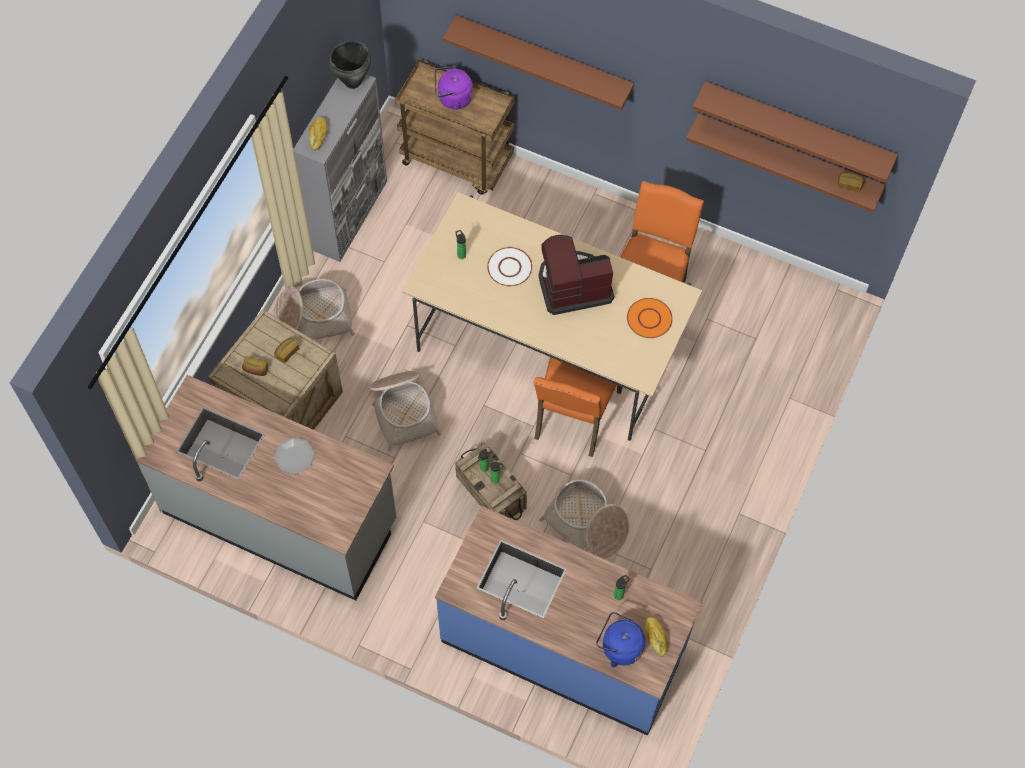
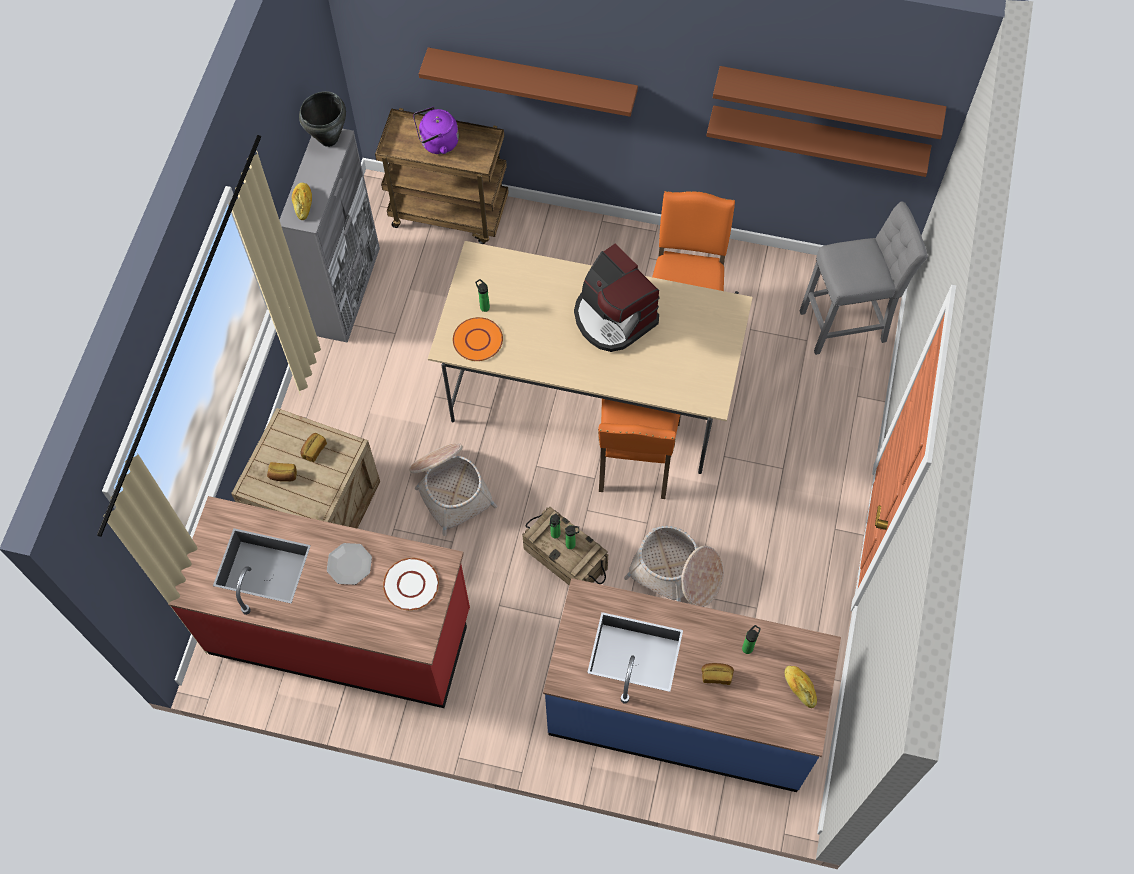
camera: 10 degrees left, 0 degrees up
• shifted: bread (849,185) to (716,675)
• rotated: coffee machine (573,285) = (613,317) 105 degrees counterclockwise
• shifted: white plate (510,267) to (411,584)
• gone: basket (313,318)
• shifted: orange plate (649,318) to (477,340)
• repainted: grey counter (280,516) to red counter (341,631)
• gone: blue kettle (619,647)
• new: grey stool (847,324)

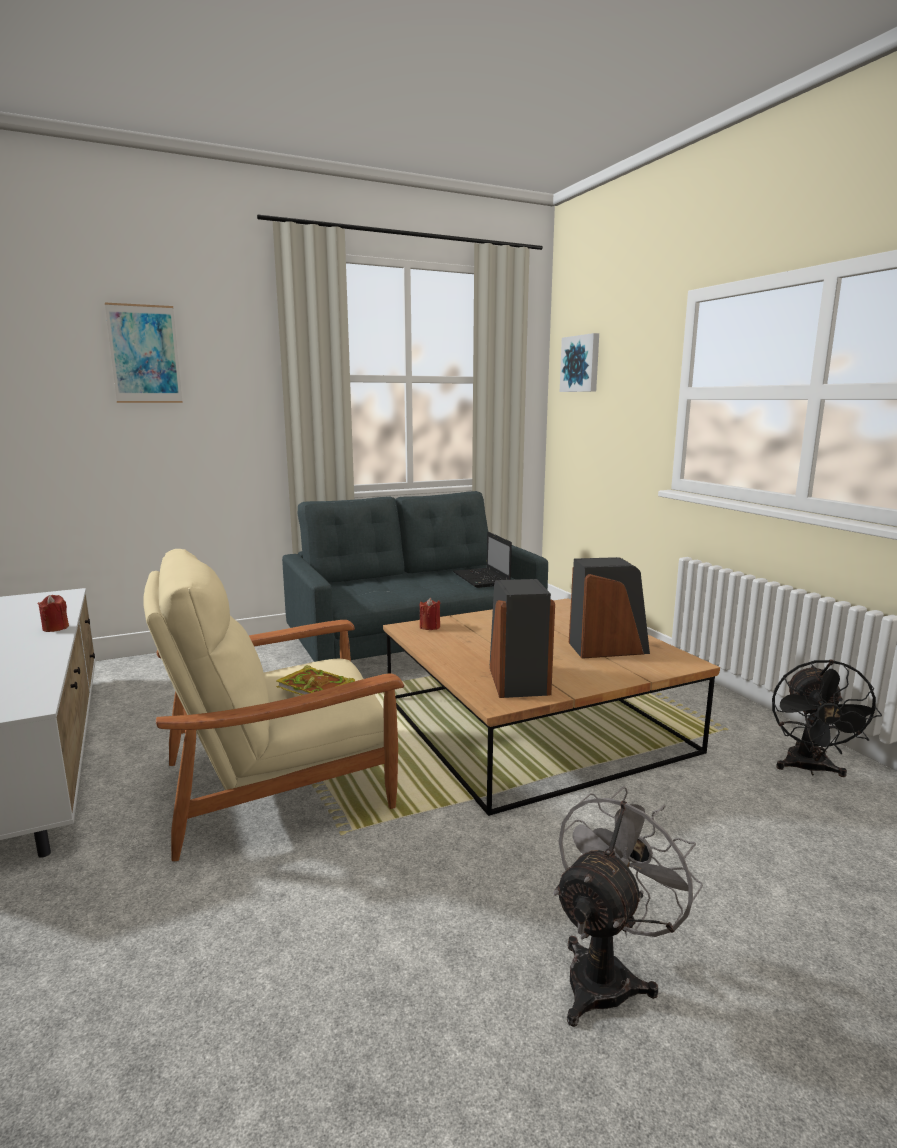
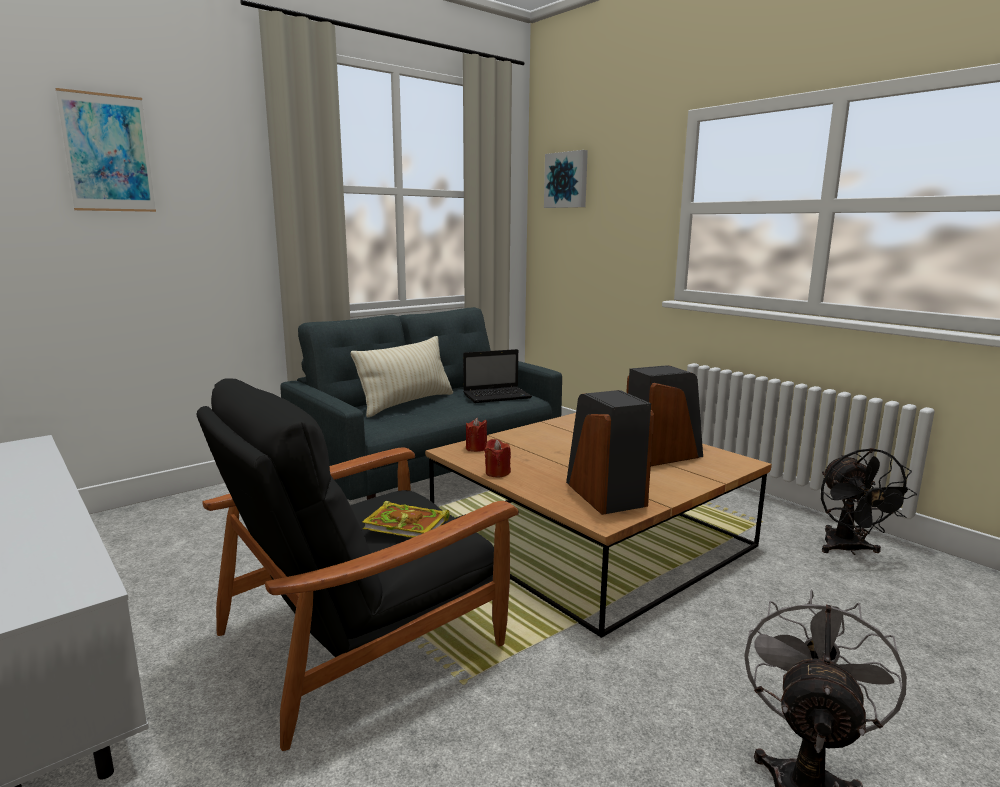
camera: 15 degrees left, 0 degrees up
• rotated: laptop (482,579) = (498,396) 75 degrees counterclockwise
• repainted: beige armchair (280,784) to black armchair (363,638)
• shifted: red candle (55,628) to (497,473)
• new: beige pillow (407,403)

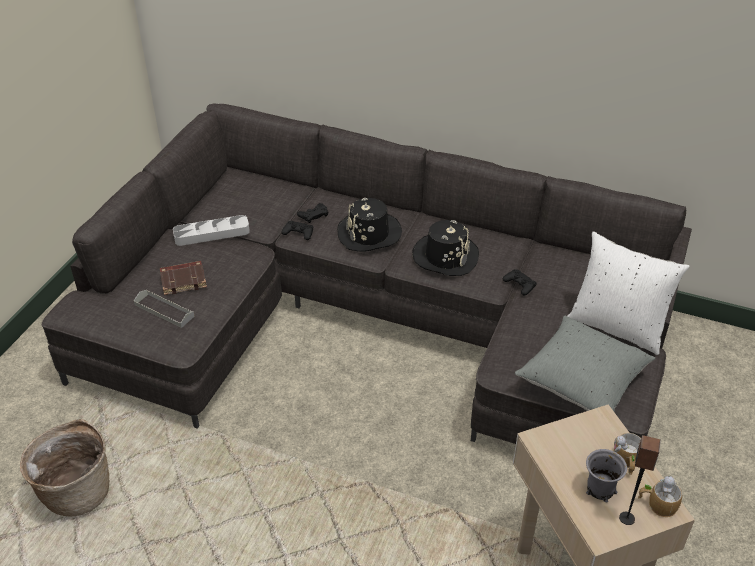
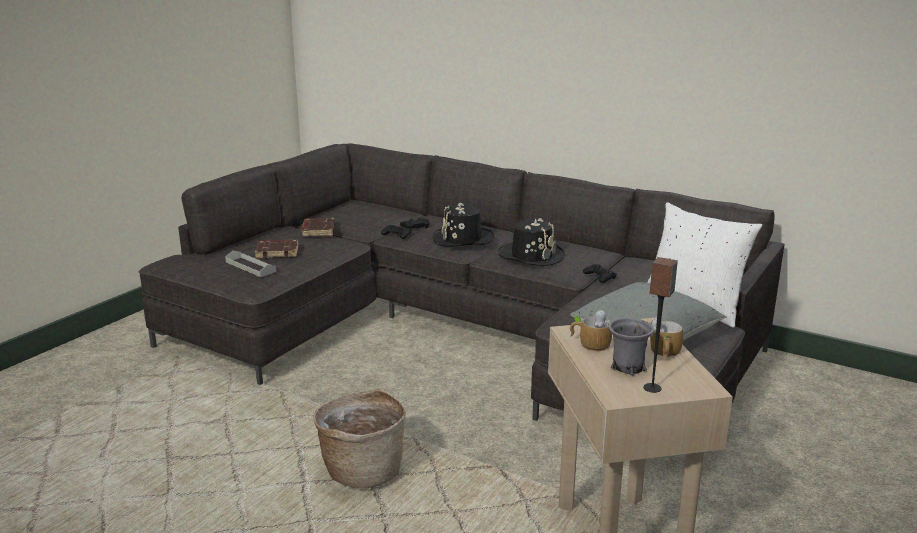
camera: 10 degrees right, 20 degrees down
• swapped: grey tray (212,234) to brown book (317,230)
• shifted: basket (76,490) to (363,470)
• shifted: mug (657,503) to (589,343)

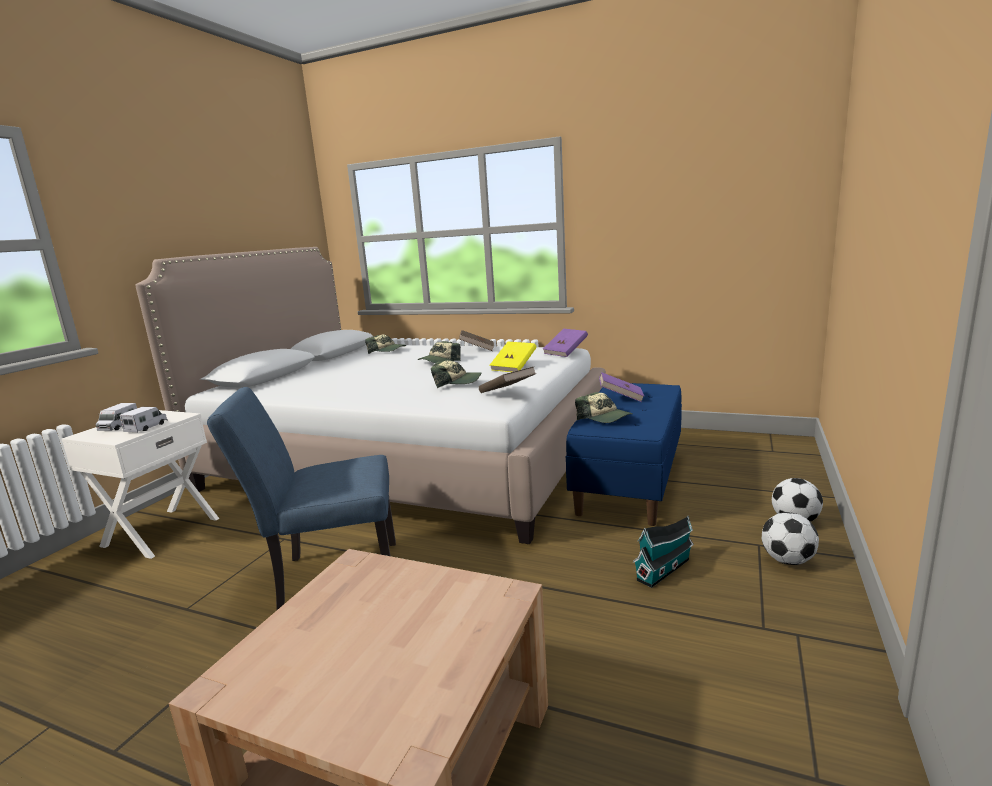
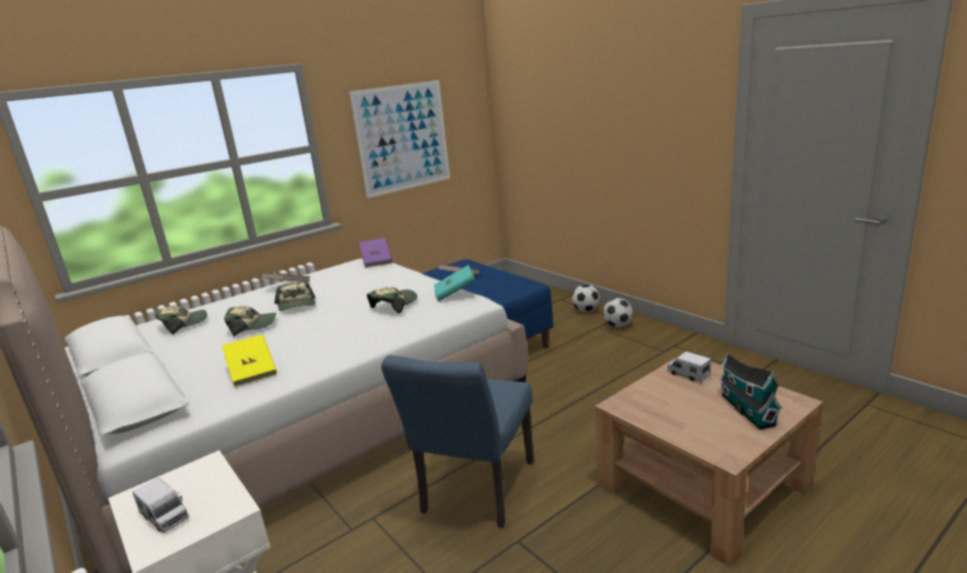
camera: 60 degrees left, 5 degrees up
• shifted: yellow book (514,367) to (252,372)
• repainted: brown book (507,393) to turquoise book (455,293)
• shifted: cap (604,418) to (252,326)
• shifted: toy truck (146,427) to (688,374)
• shifted: toy house (665,569) to (746,408)
• new: picture (403,138)

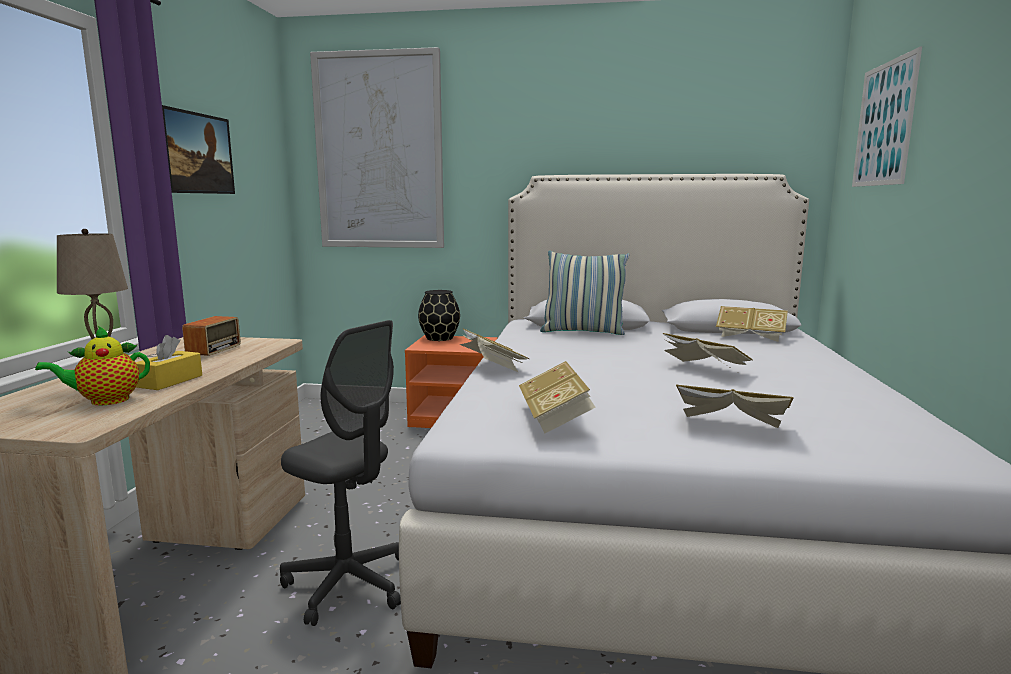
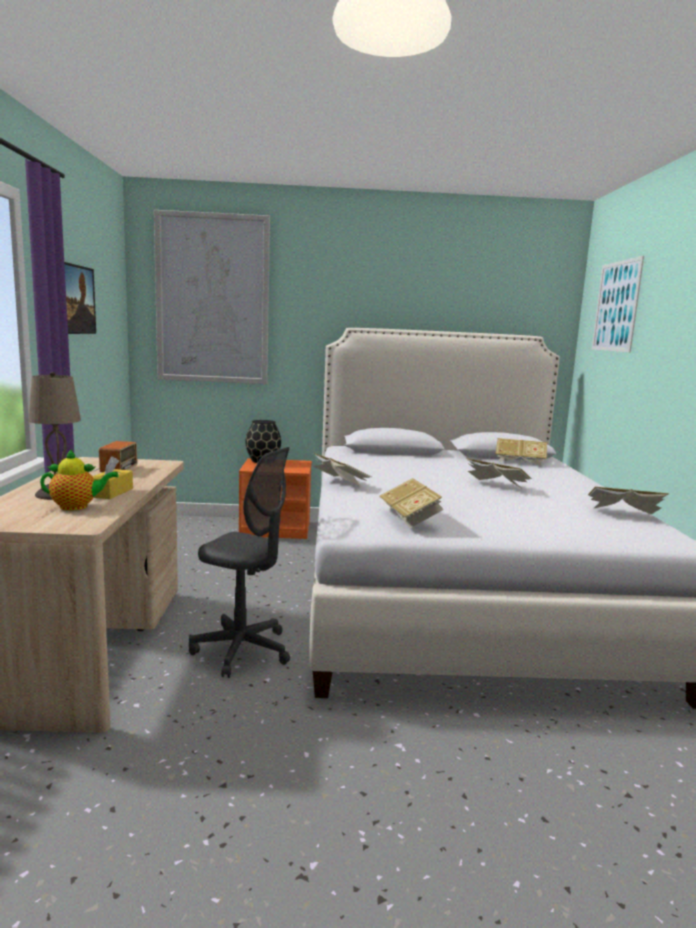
camera: 10 degrees left, 0 degrees up
• gone: pillow (583,332)
• rotated: teapot (105,401) = (77,507) 150 degrees counterclockwise
• shifted: book (730,428) to (624,514)

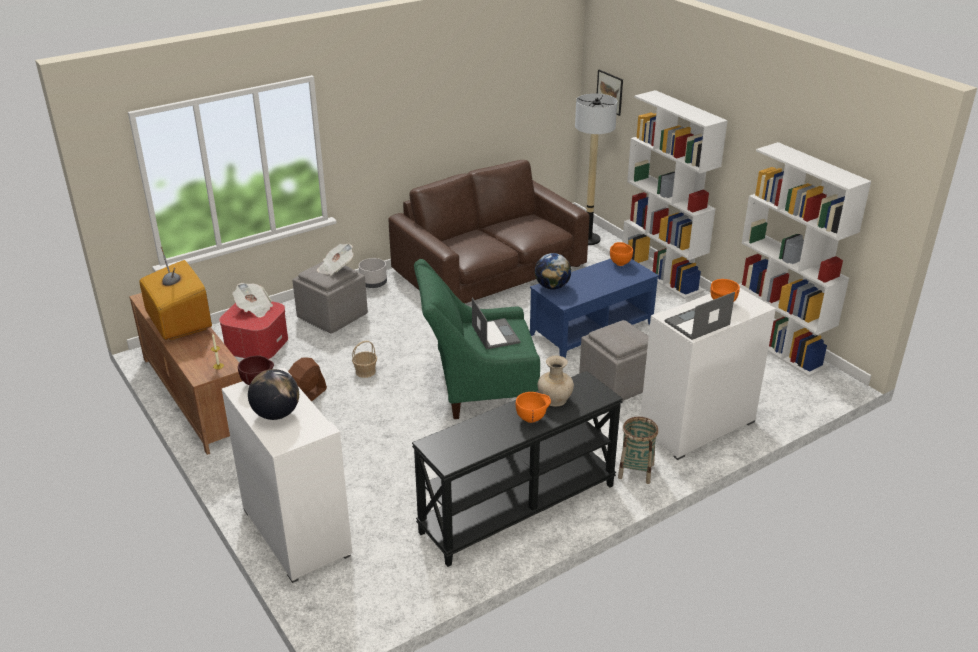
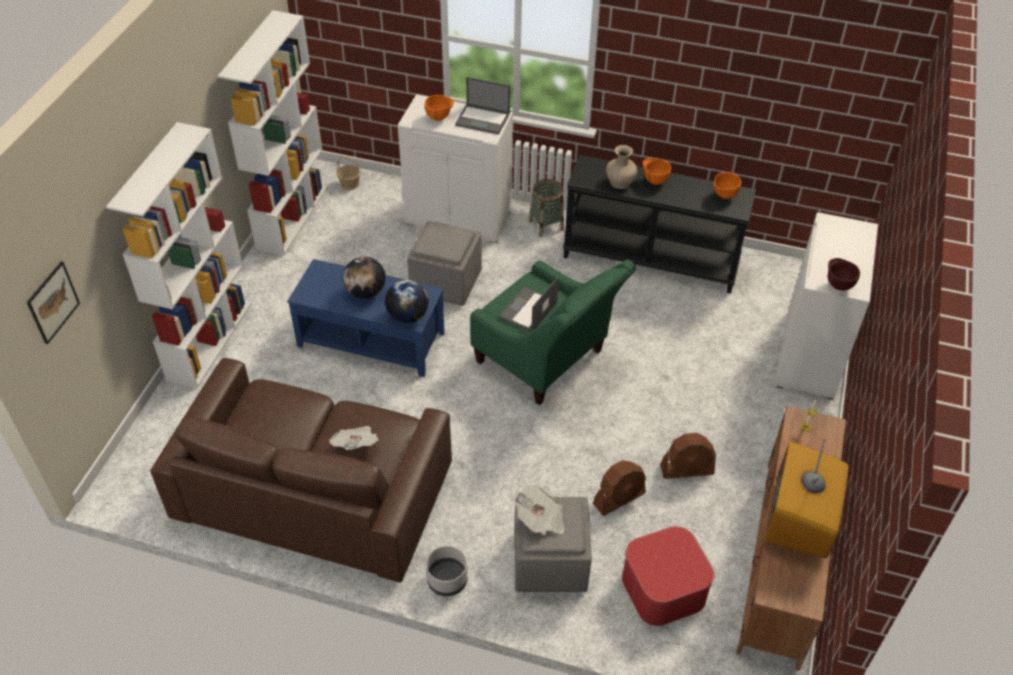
camera: 130 degrees left, 15 degrees up
• gone: floor lamp (588,239)
• shifted: orange bowl (620,263) to (723,196)
• shifted: newspaper (254,308) to (356,445)
• shifted: basket (365,372) to (349,184)
• shifted: globe (276,414) to (366,292)
• new: brown fan (619,498)

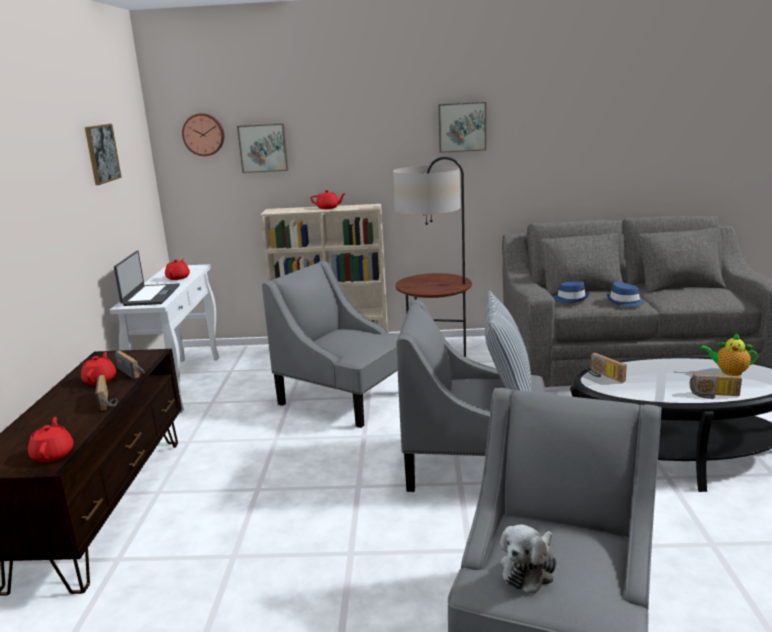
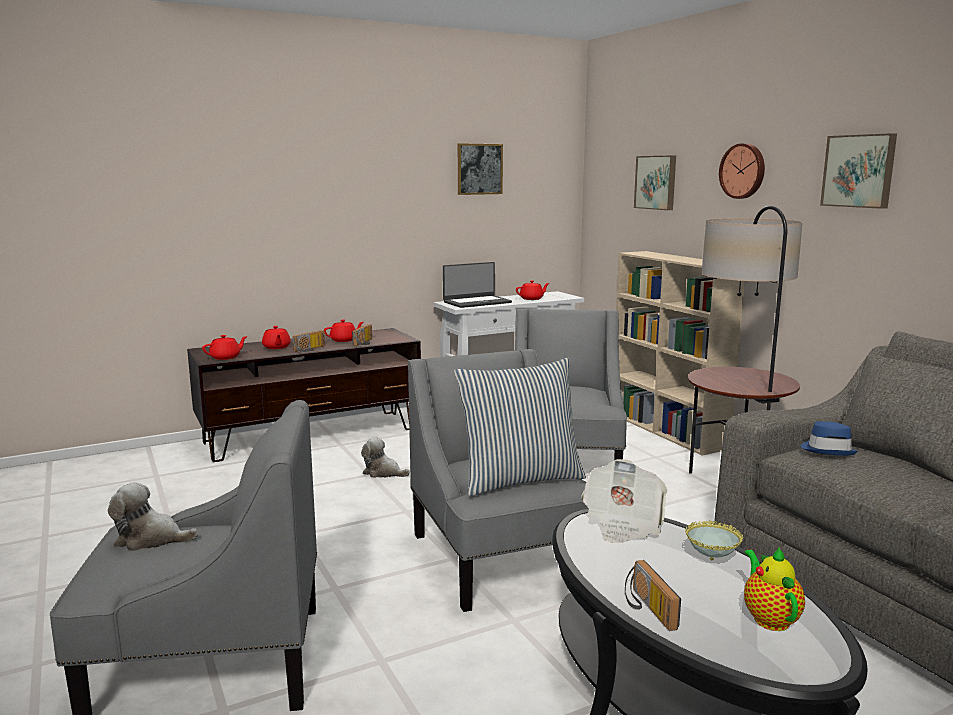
camera: 60 degrees right, 5 degrees down
• shifted: wall clock (203,134) to (743,171)
• shifted: red teapot (328,208) to (276,347)
• gone: blue hat (624,301)
• swapped: radio (603,376) to newspaper (623,523)
• new: plush toy (383,472)
• new: bowl (711,560)

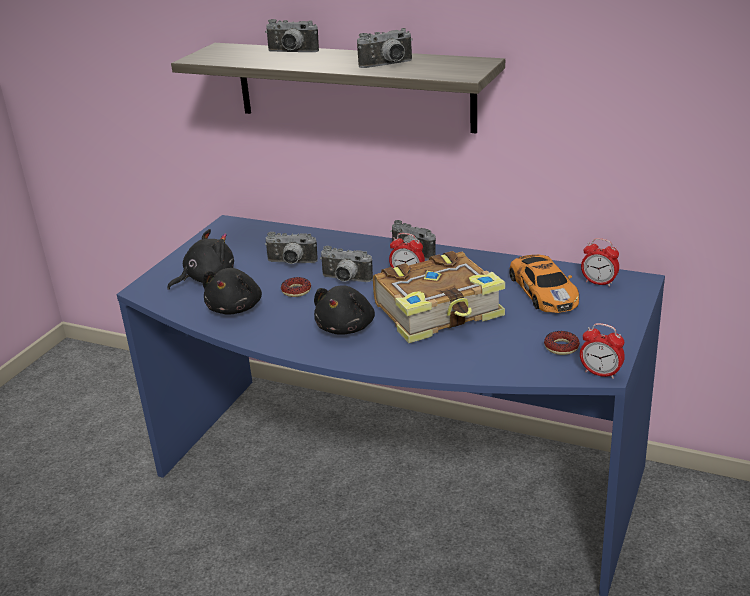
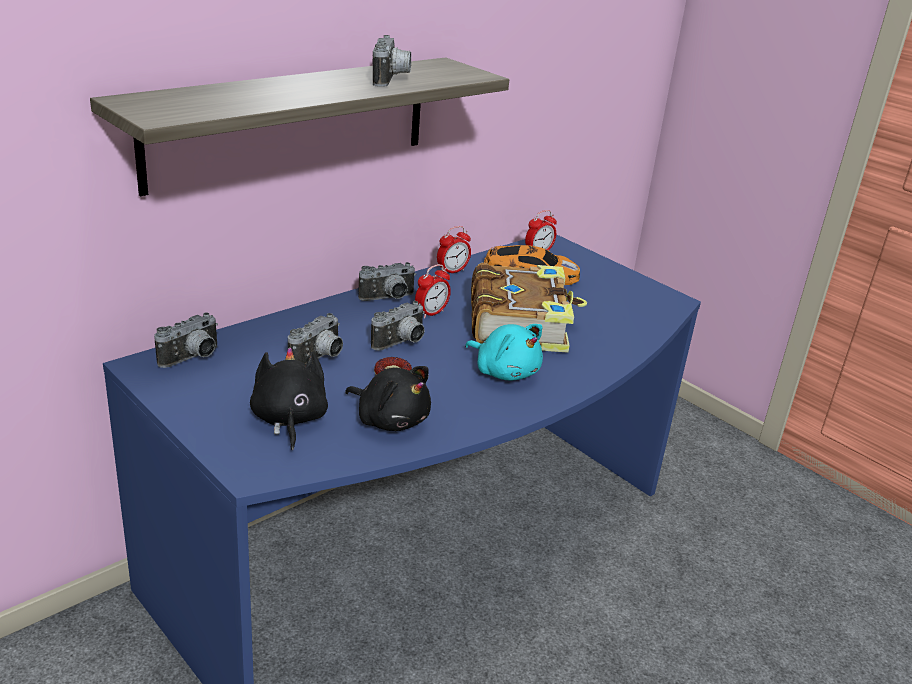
camera: 70 degrees left, 0 degrees up
• shifted: photo camera (291,53) to (193,358)
• repainted: black plush toy (347,327) to turquoise plush toy (504,372)
• shifted: alarm clock (600,373) to (452,271)
• gone: donut (561,347)

